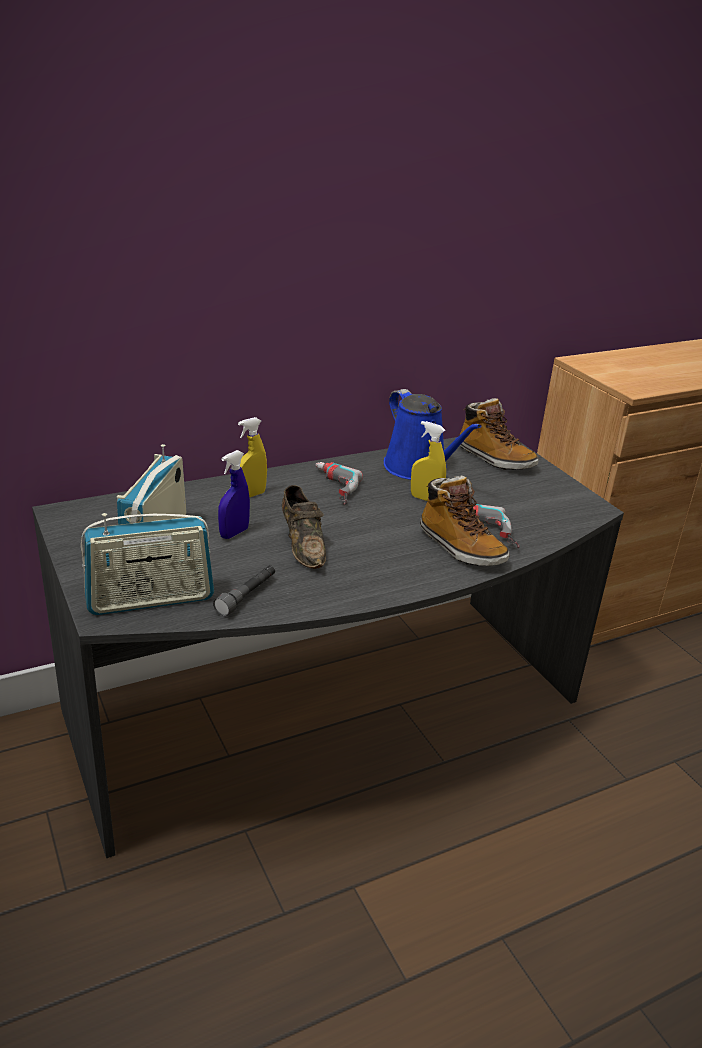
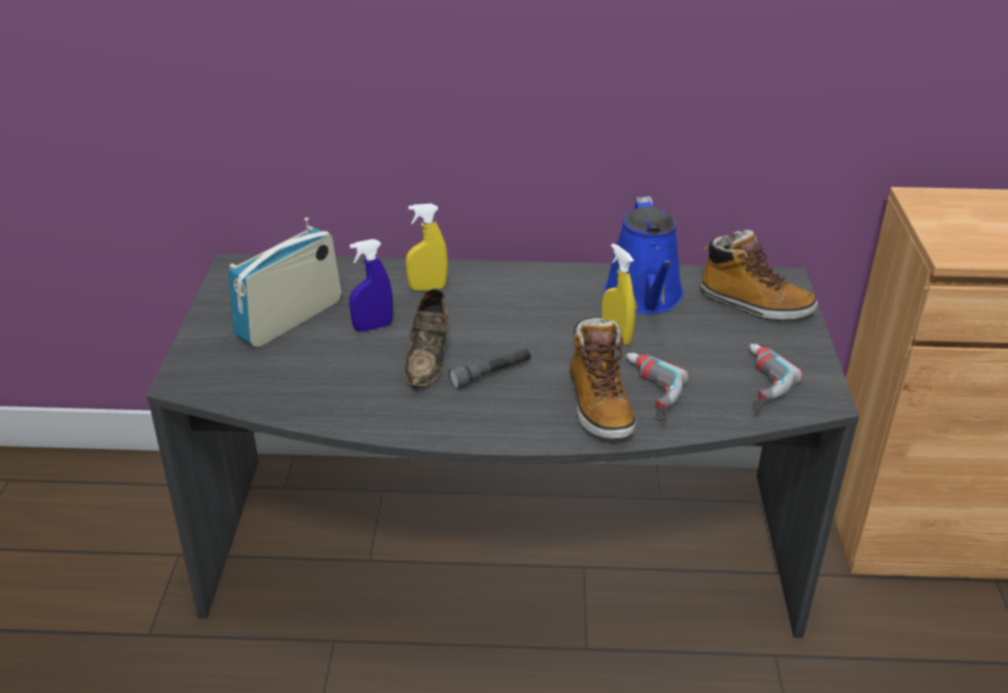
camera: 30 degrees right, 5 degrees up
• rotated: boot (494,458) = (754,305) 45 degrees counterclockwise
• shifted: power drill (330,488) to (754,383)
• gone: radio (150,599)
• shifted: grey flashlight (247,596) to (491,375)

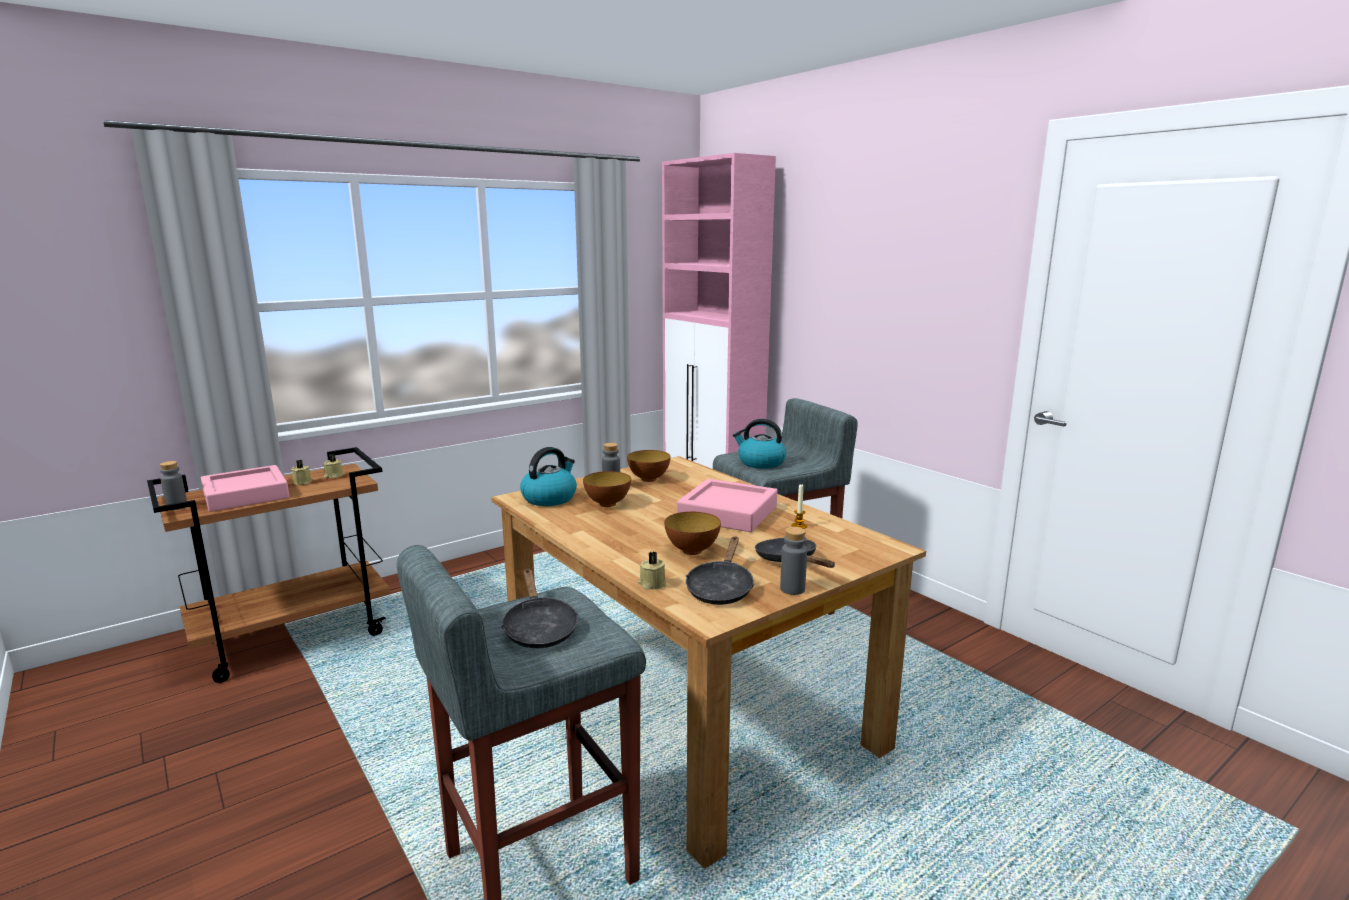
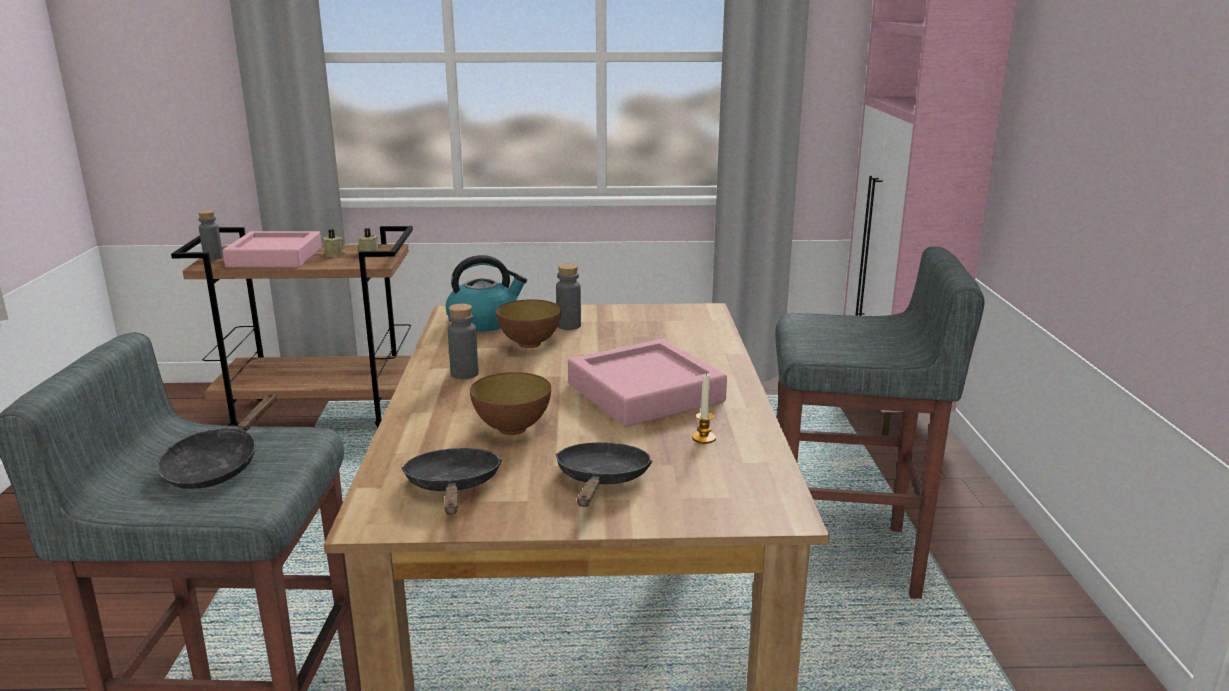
camera: 35 degrees right, 5 degrees up
• gone: kettle (760,463)
• gone: bowl (649,479)
• shifted: grey bottle (792,589) to (464,374)
• rotated: black frying pan (720,588) = (453,487) 120 degrees clockwise
• gone: beige candle (651,584)

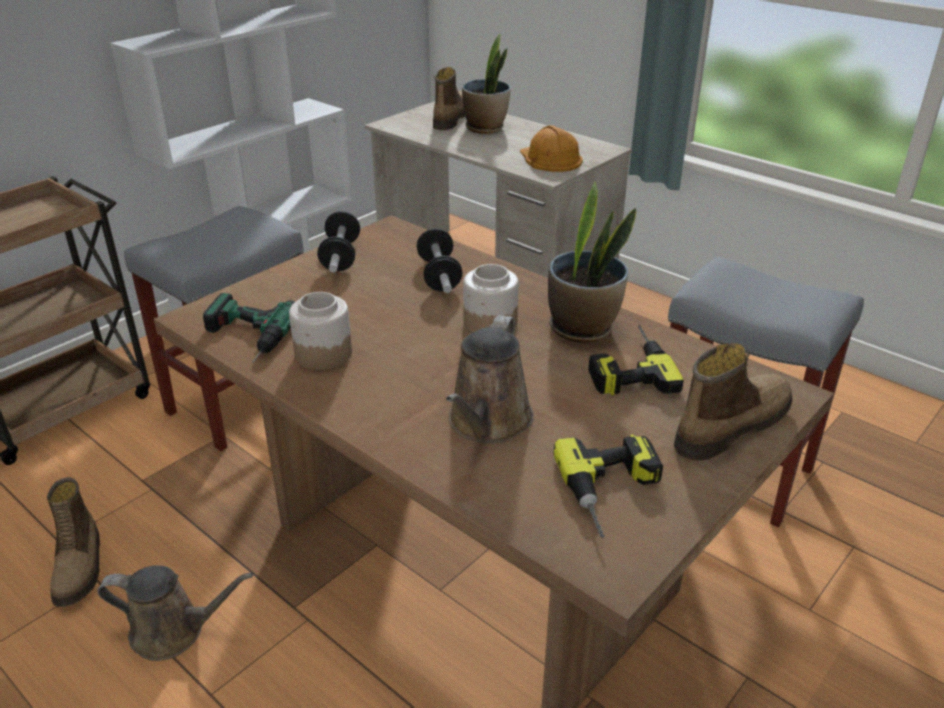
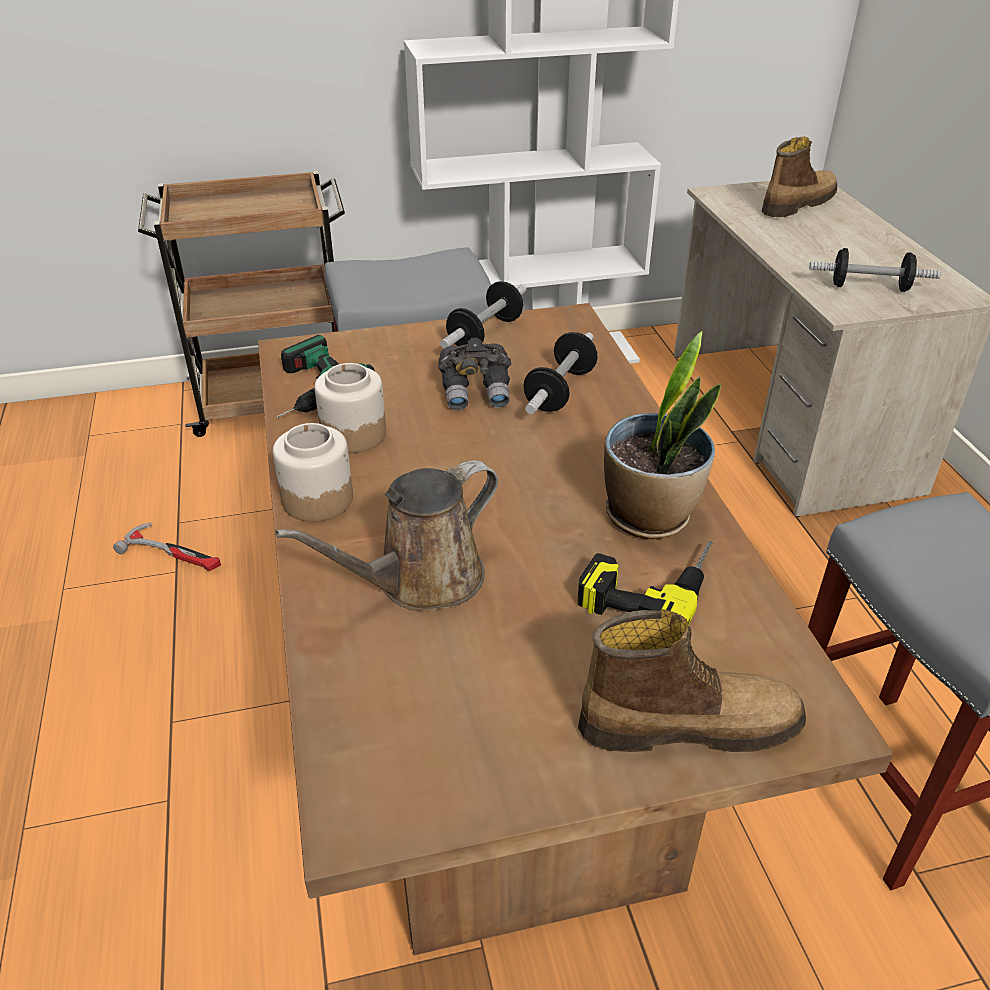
camera: 35 degrees right, 5 degrees up
• gone: potted plant (485,128)
• swapped: orange hard hat (550,158) to dumbbell (869,287)
• shifted: jar (489,324) to (317,499)
• gone: power drill (615,493)
• swapped: boot (80,567) to hammer (174,553)
• gone: brown watering can (174,631)
• new: grey binoculars (476,392)

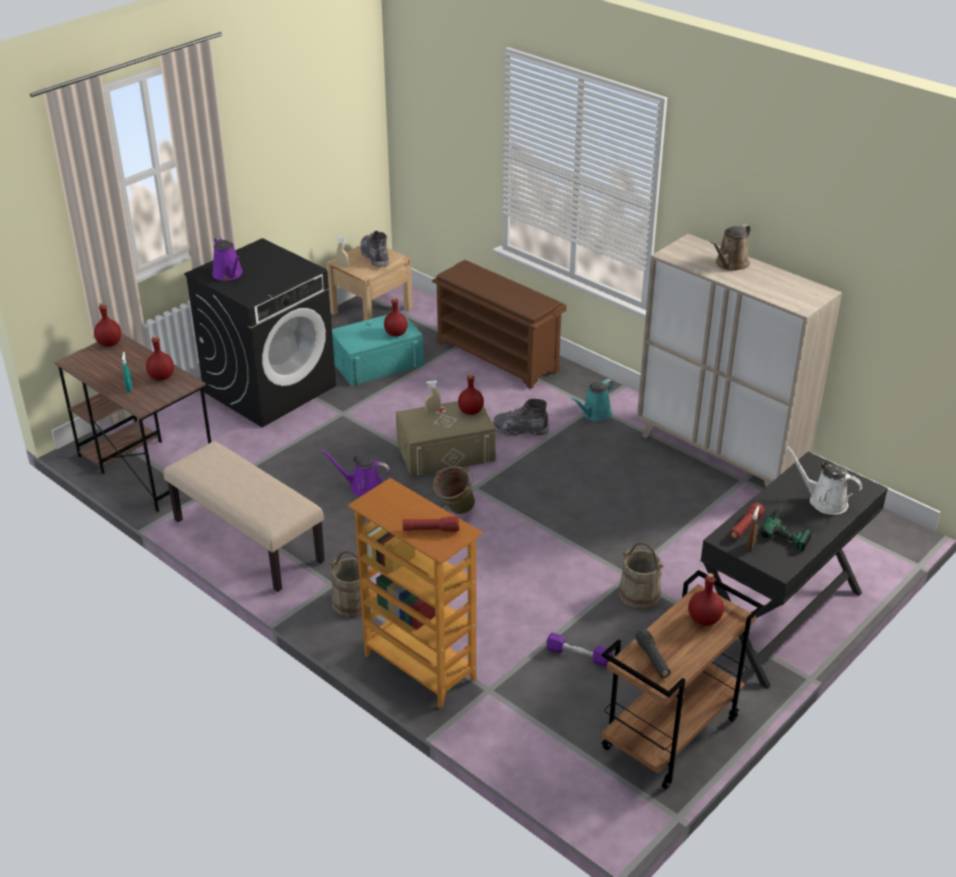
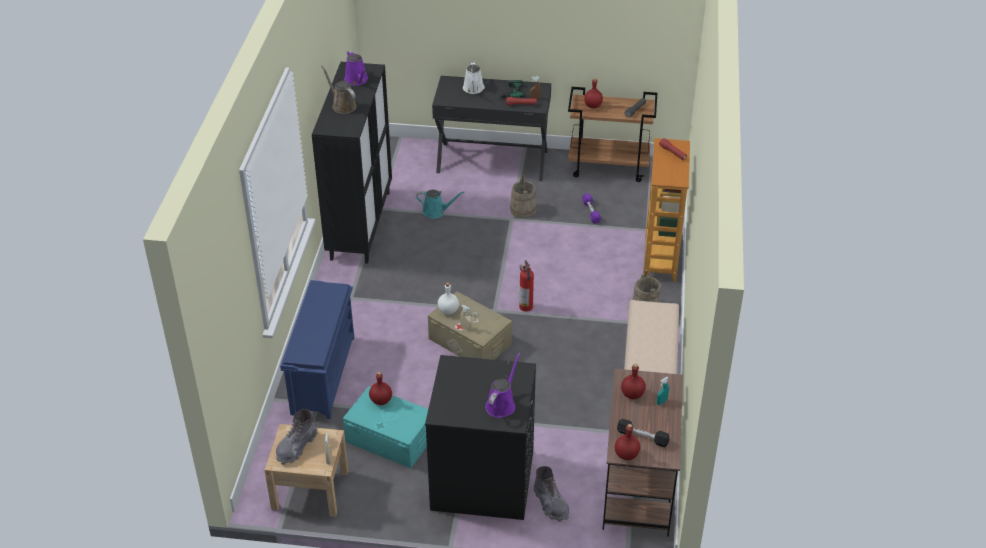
camera: 125 degrees left, 5 degrees up
• rotated: brown watering can (730,264) = (342,105) 135 degrees counterclockwise
• repainted: beige cabinet (720,455) to black cabinet (360,225)
• repainted: brown shoe rack (498,357) to blue shoe rack (323,374)
• repainted: red bottle (471,411) to white bottle (448,310)
• shifted: turquoise watering can (594,414) to (436,211)
• shifted: grey boot (520,430) to (551,504)
• shifted: purple watering can (363,488) to (357,80)
• swapped: green bucket (454,511) to fire extinguisher (526,307)
• new: black dumbbell (642,437)

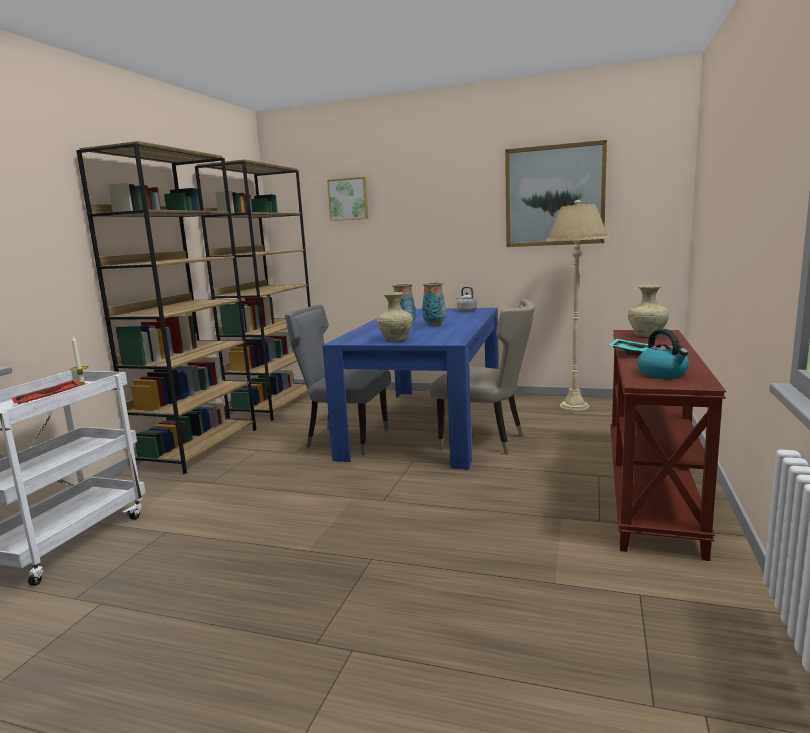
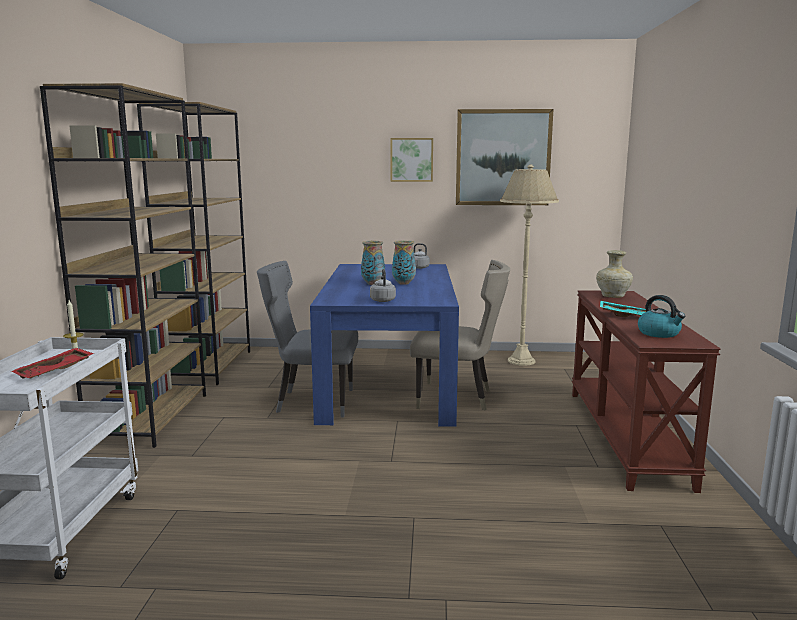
camera: 15 degrees left, 0 degrees up
• shifted: picture (348,199) to (411,160)
• swapped: beige vase (395,340) to grey kettle (382,300)

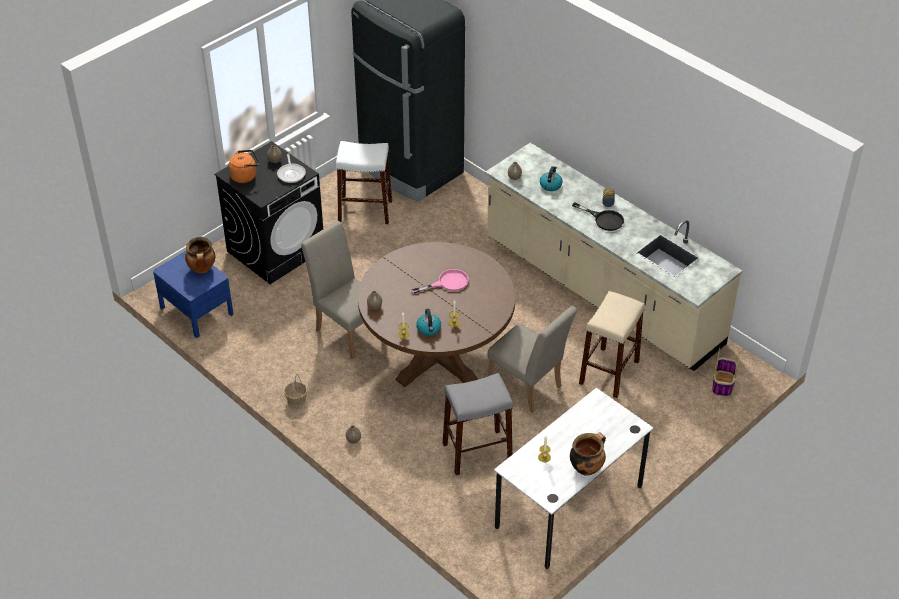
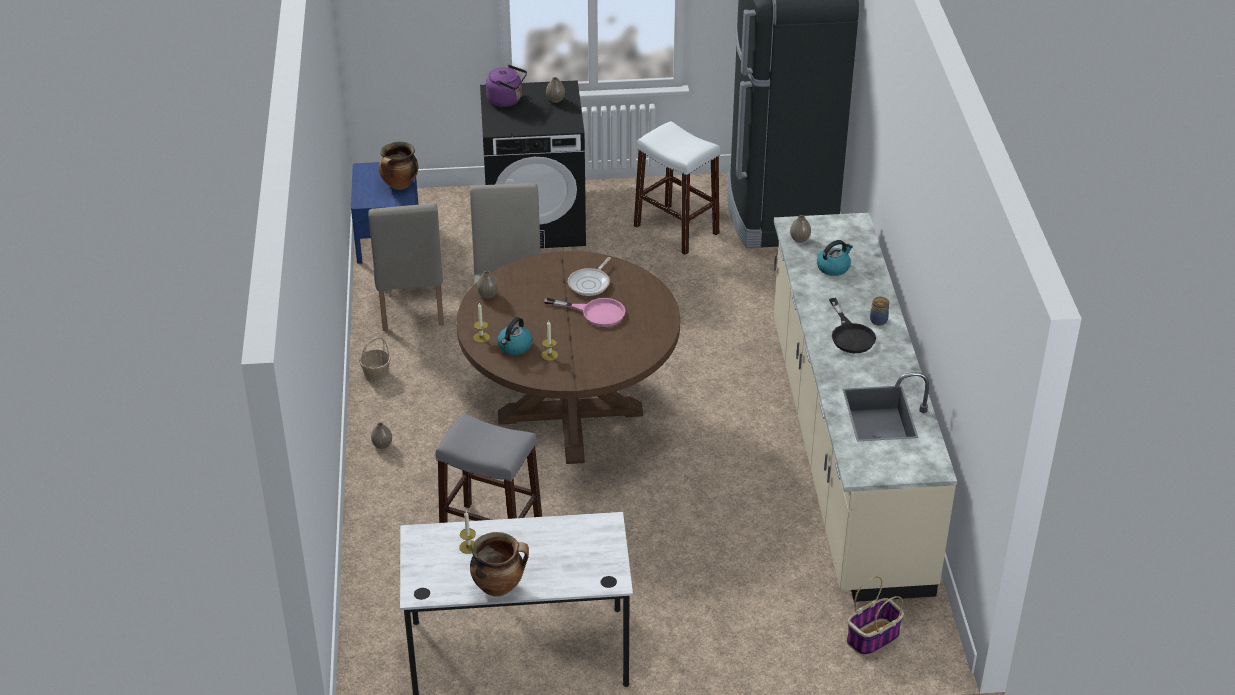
camera: 40 degrees right, 5 degrees down
• repainted: orange kettle (245,176) to purple kettle (507,100)
• shifted: frying pan (291,174) to (590,283)
• gone: beige stool (609,372)
• shifted: beige chair (528,388) to (410,309)

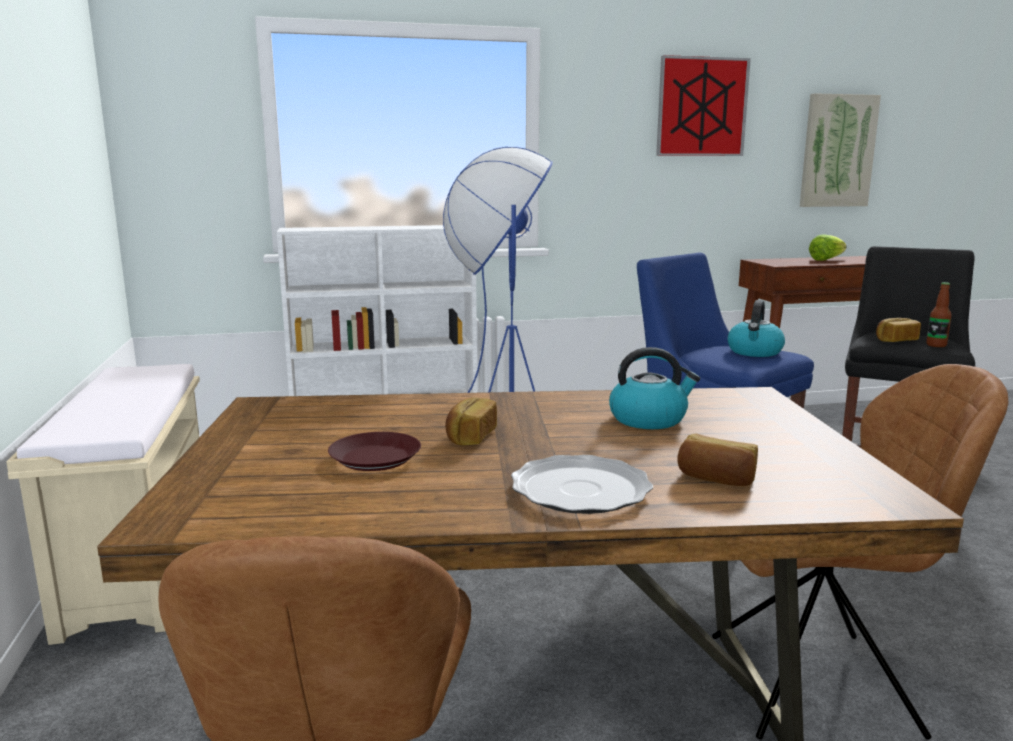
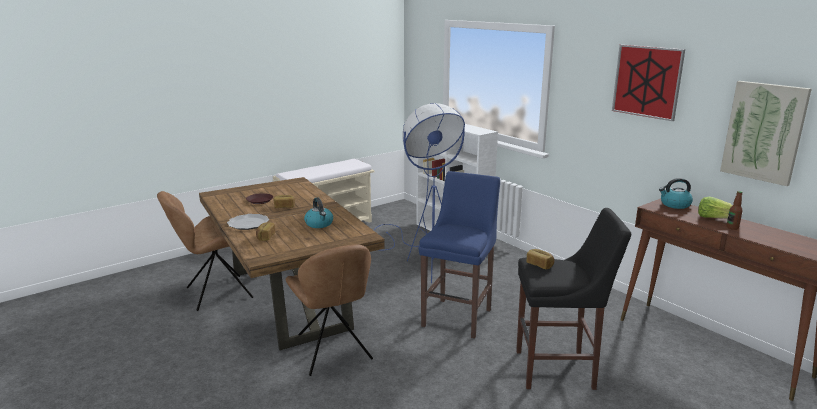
camera: 65 degrees right, 5 degrees up
• shifted: bottle (936,345) to (732,227)
• shifted: kettle (755,352) to (674,205)

